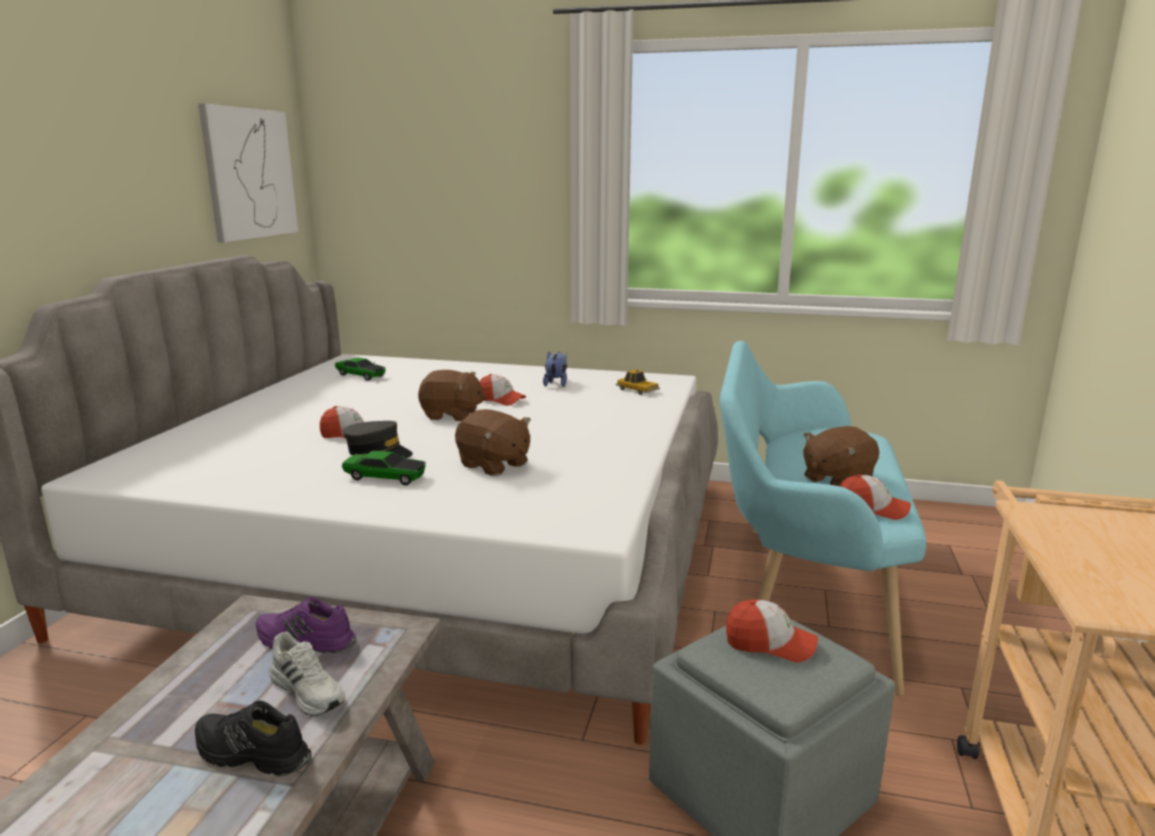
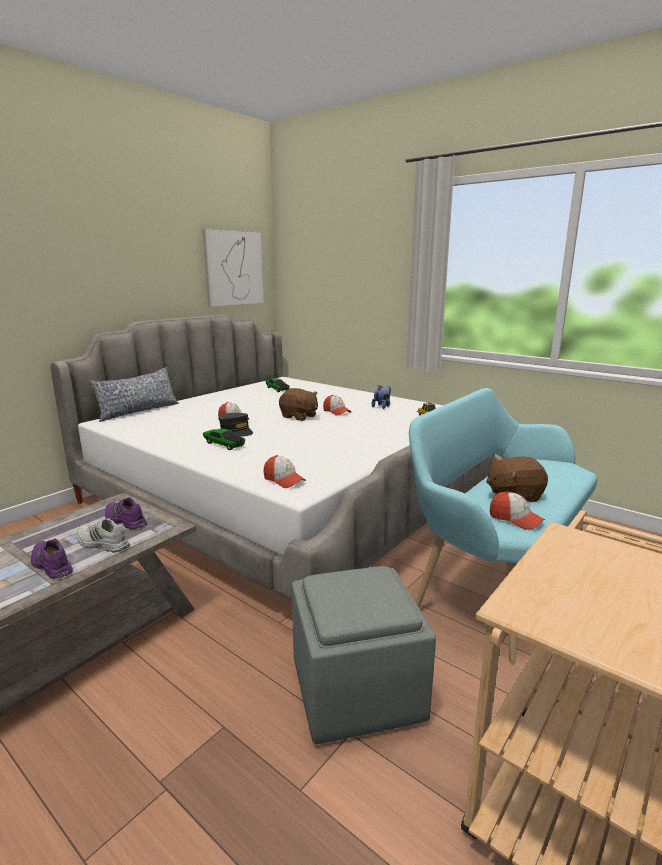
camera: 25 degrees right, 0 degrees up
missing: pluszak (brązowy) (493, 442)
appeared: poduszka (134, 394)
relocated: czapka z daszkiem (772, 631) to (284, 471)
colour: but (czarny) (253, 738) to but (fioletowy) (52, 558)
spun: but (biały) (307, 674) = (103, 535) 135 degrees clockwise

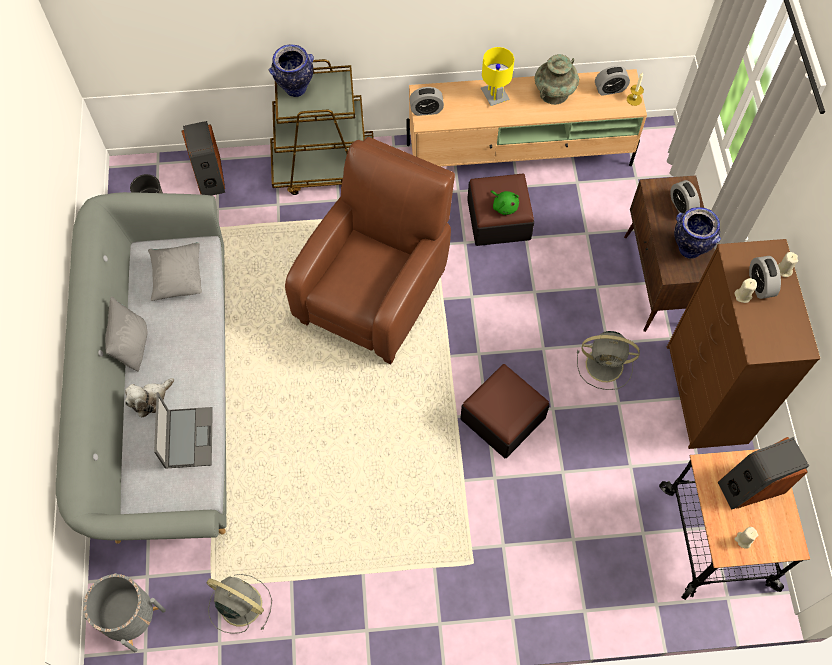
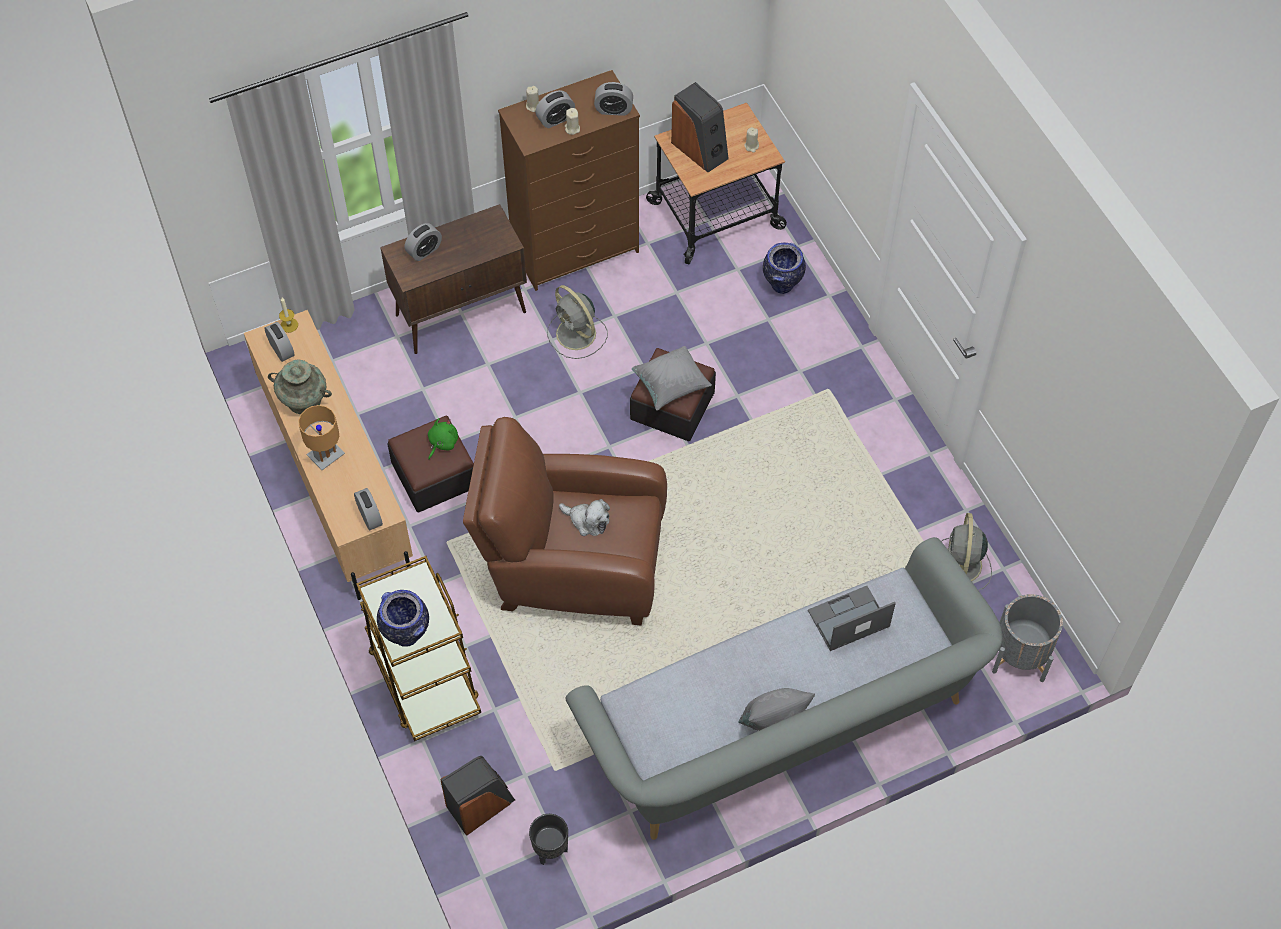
camera: 110 degrees left, 5 degrees down
appeared: budzik (613, 99)
relocated: pluszak (149, 397) to (584, 517); poduszka (szary) (175, 271) to (672, 378); wazon (697, 233) to (784, 268)
colour: lampa stołowa (żółty) (498, 76) to lampa stołowa (brązowy) (321, 437)
spun: wentylator (szary) (608, 360) = (577, 322) 150 degrees clockwise

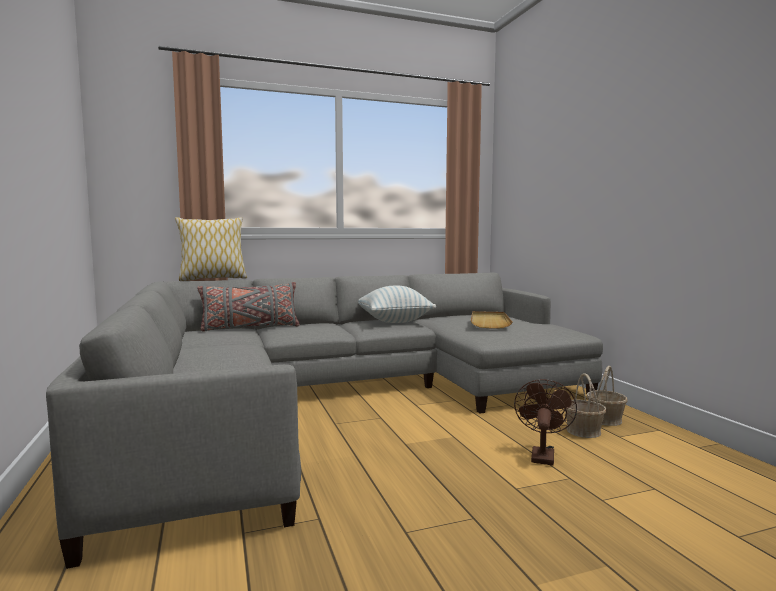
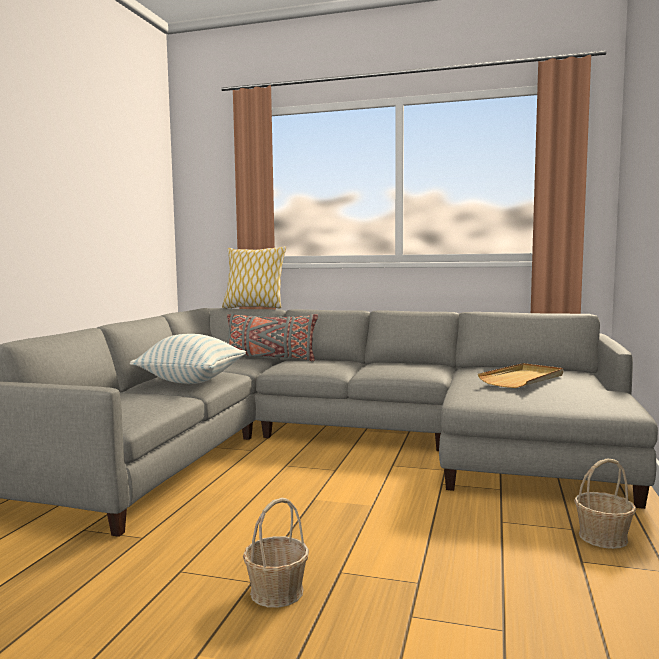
camera: 35 degrees right, 0 degrees up
missing: wentylator (brązowy) (545, 422)
relocated: poduszka (397, 304) to (188, 359); koszyk (586, 405) to (276, 553)

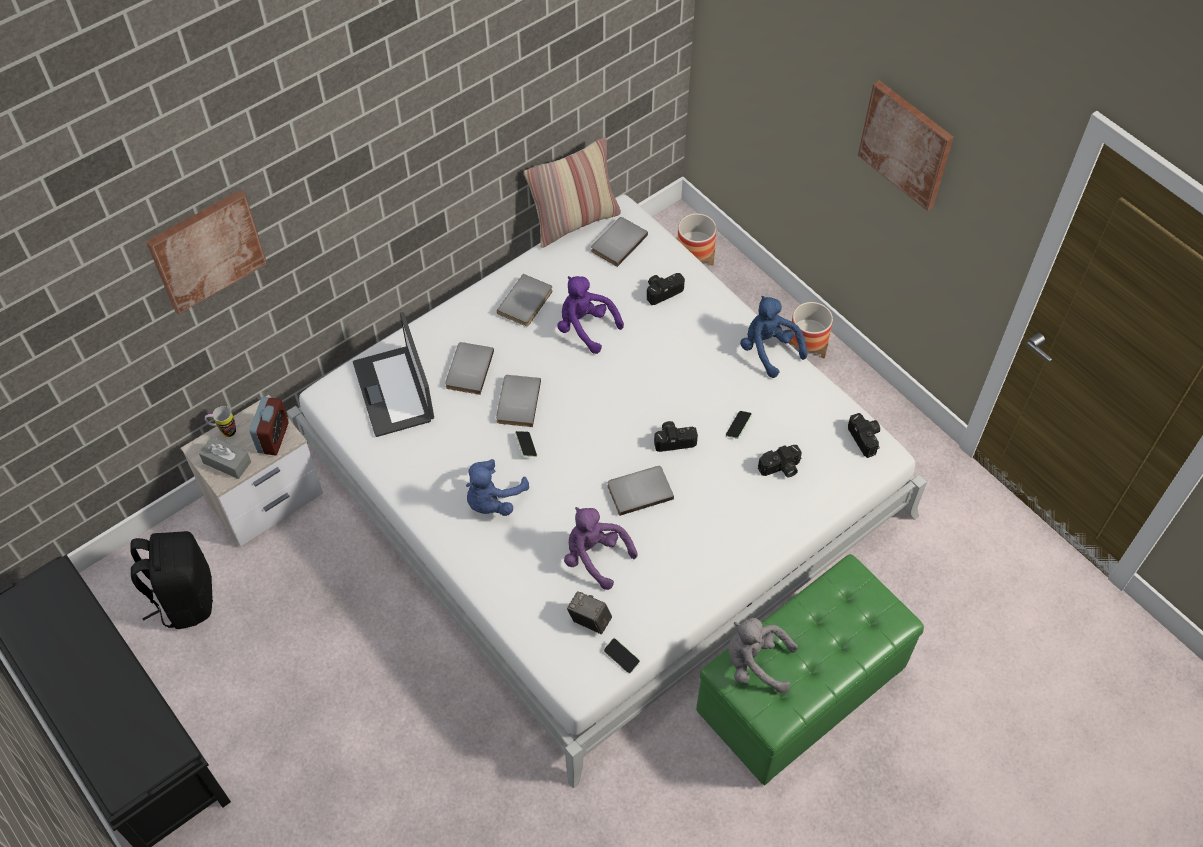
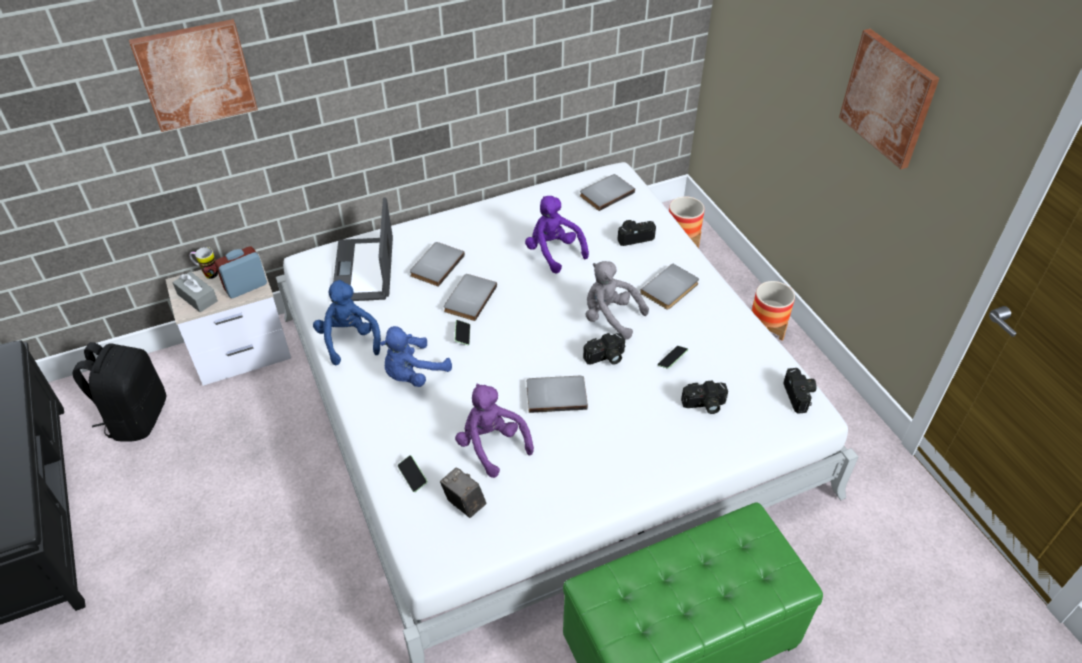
camera: 15 degrees right, 10 degrees down
missing: poduszka (572, 192)
relocated: książka (szary) (524, 300) to (669, 286); telefon (622, 656) to (412, 473); pluszak (szary) (763, 655) to (617, 300); pluszak (niebieski) (773, 337) to (347, 322)
spun: budzik (269, 426) = (241, 272) 150 degrees counterclockwise; aparat fotograficzny (676, 436) = (604, 349) 150 degrees clockwise

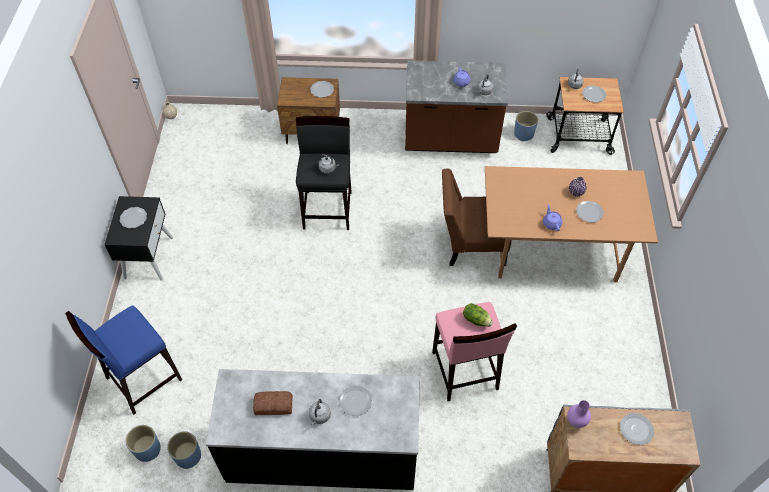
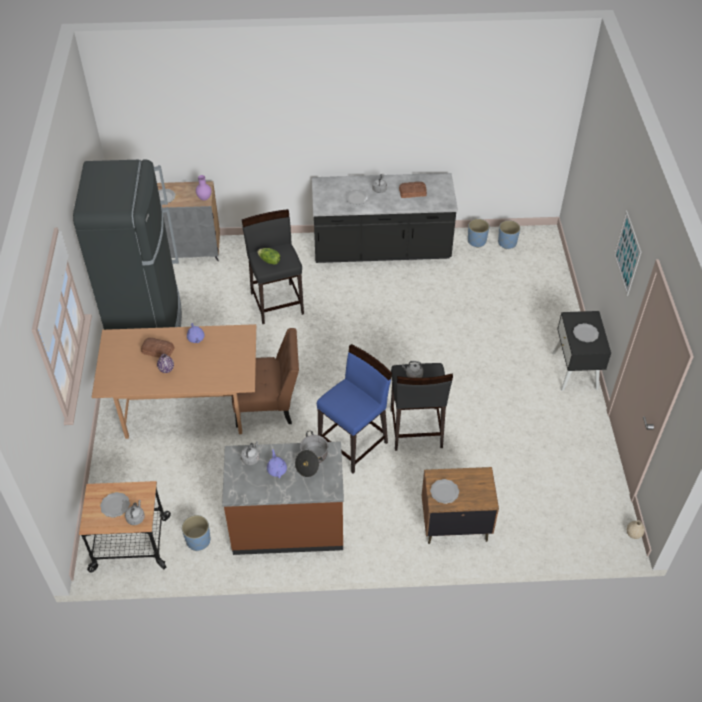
camera: 175 degrees right, 5 degrees down
appeared: lodówka (czarny) (127, 244); garnek (311, 454); obraz (627, 253)
relocated: stołek (niebieski) (123, 360) to (354, 408)
exchanged: talerz (590, 212) to chleb (158, 348)
colour: stołek (różowy) (474, 351) to stołek (czarny) (273, 266)

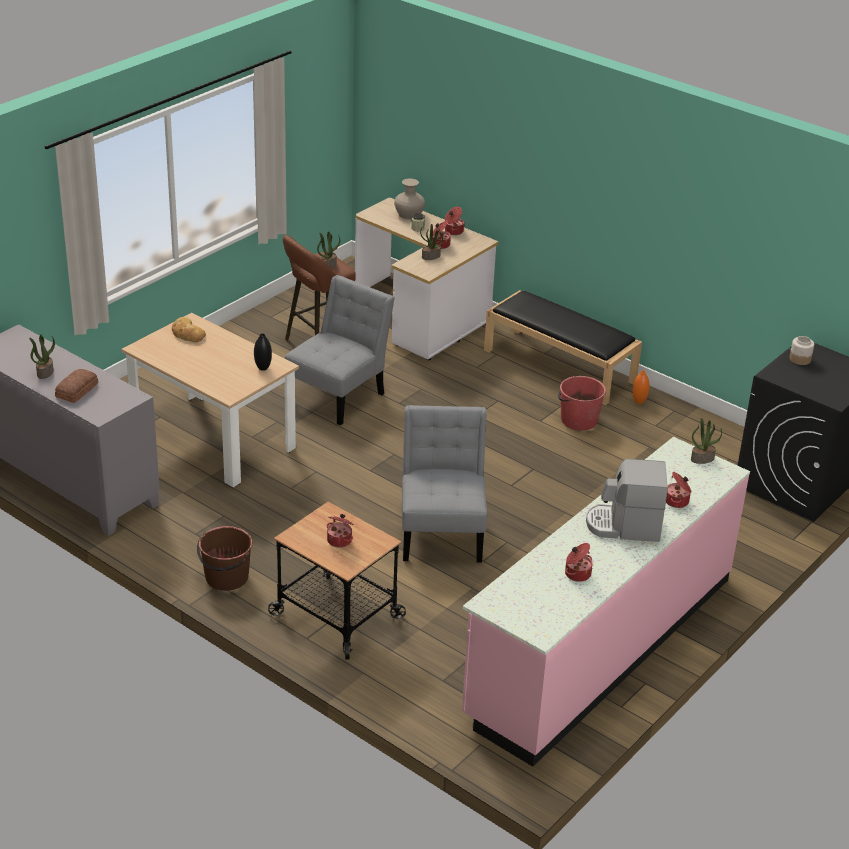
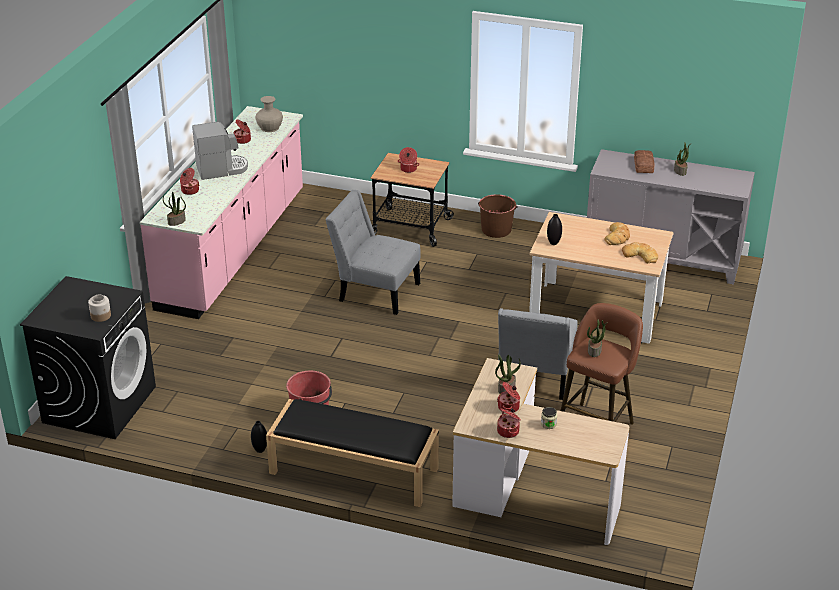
camera: 160 degrees right, 0 degrees up
appeared: chleb (617, 233)
relocated: wazon (beżowy) (409, 199) to (269, 114)
colour: wazon (pomarańczowy) (641, 387) to wazon (czarny) (259, 437)
spun: krzesło (szary) (444, 484) = (373, 252) 135 degrees clockwise

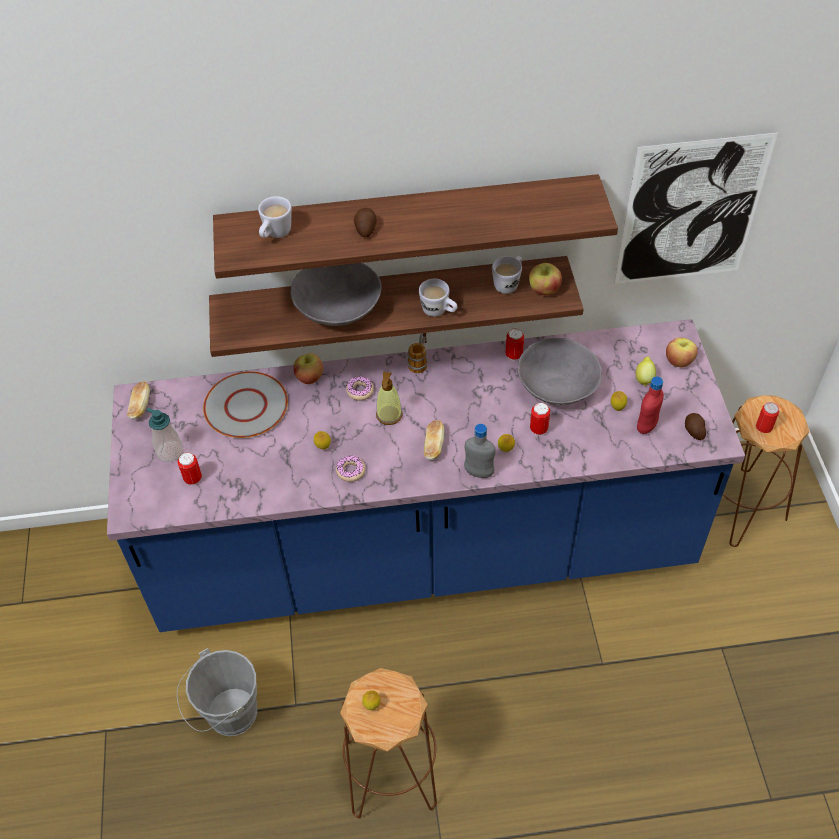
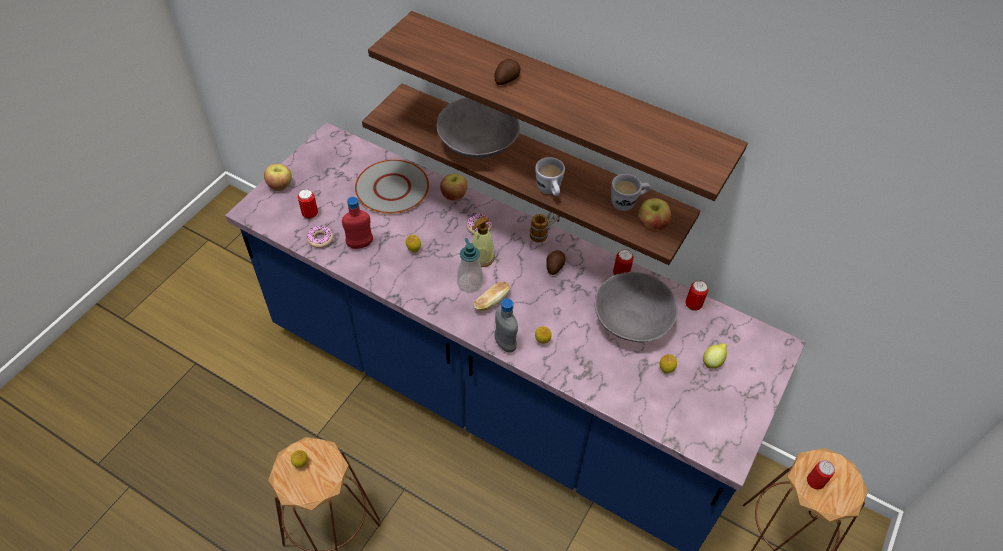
camera: 35 degrees right, 0 degrees up
missing: chleb (138, 400); wiadro (szary) (217, 692); kubek (biały) (275, 217); obraz (696, 208)
relocated: dozownik mydła (165, 435) to (470, 265); donut (351, 468) to (320, 237); puszka (540, 419) to (697, 295); butelka (czerwony) (650, 405) to (357, 223); jabłko (682, 352) to (278, 177); ziemniak (695, 426) to (555, 263)

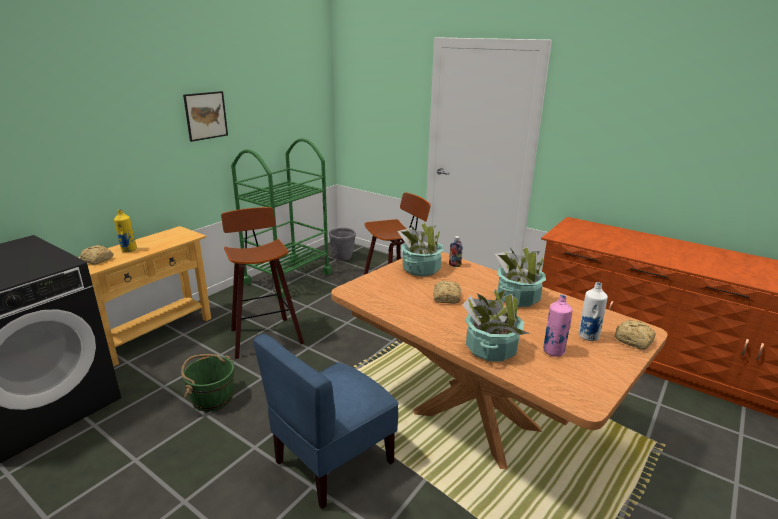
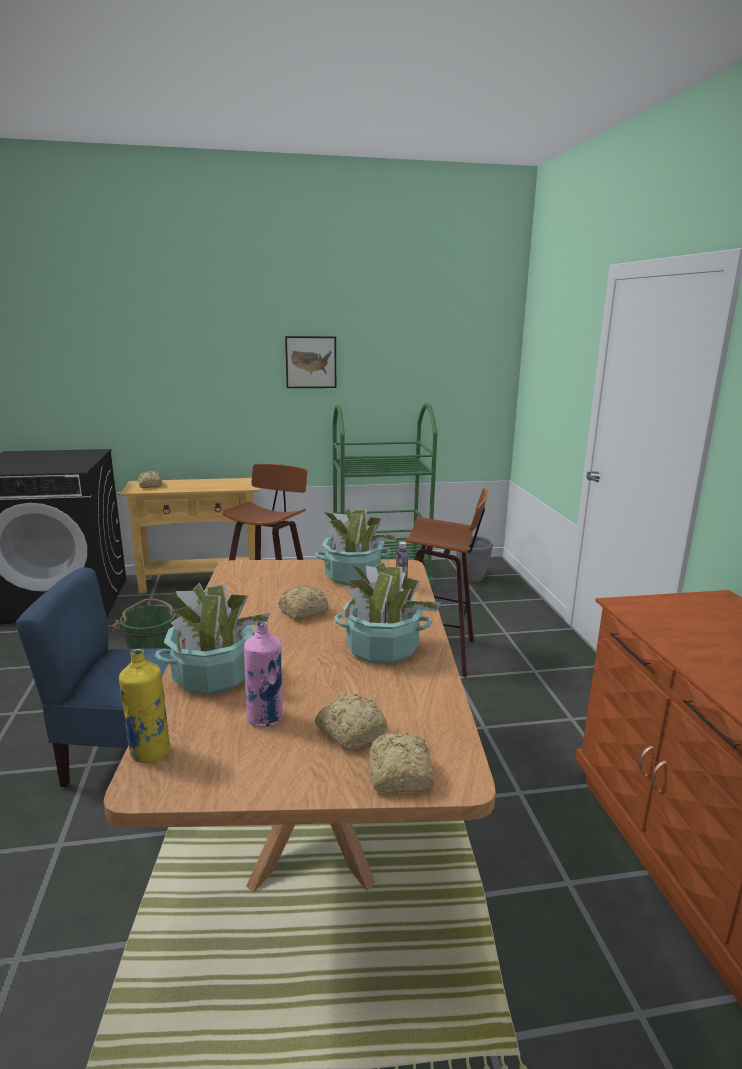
camera: 45 degrees right, 5 degrees down
relocated: butelka (żółty) (125, 230) to (145, 706)
exchanged: butelka (biały) (593, 311) to chleb (351, 722)

